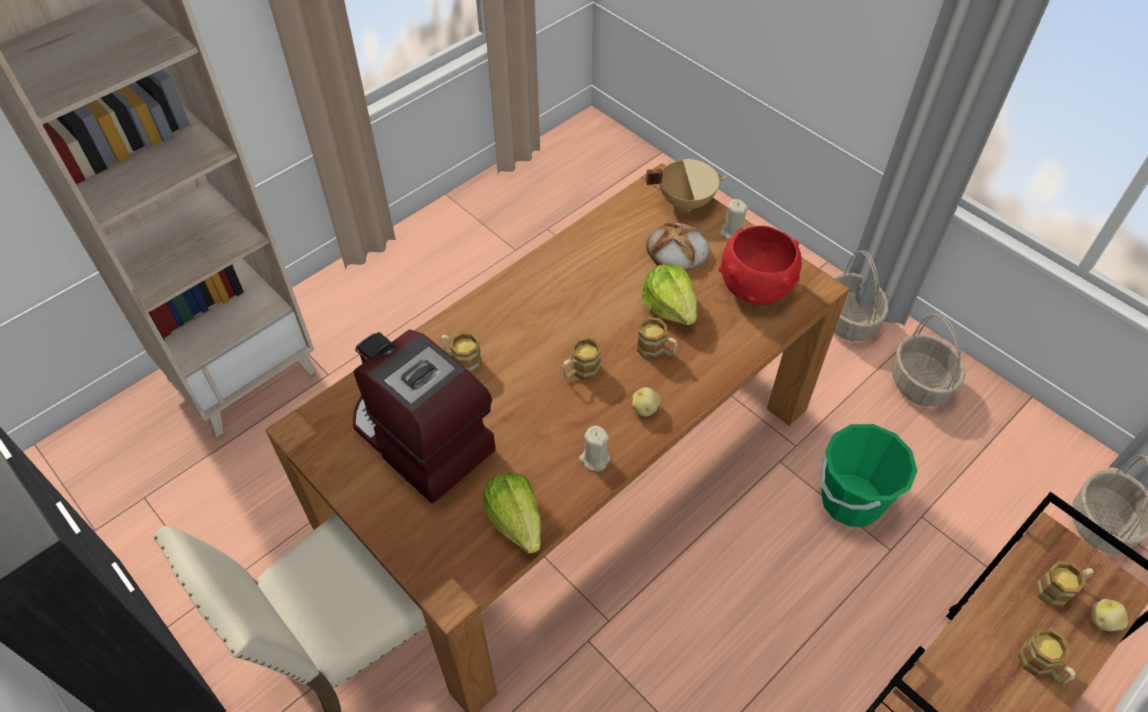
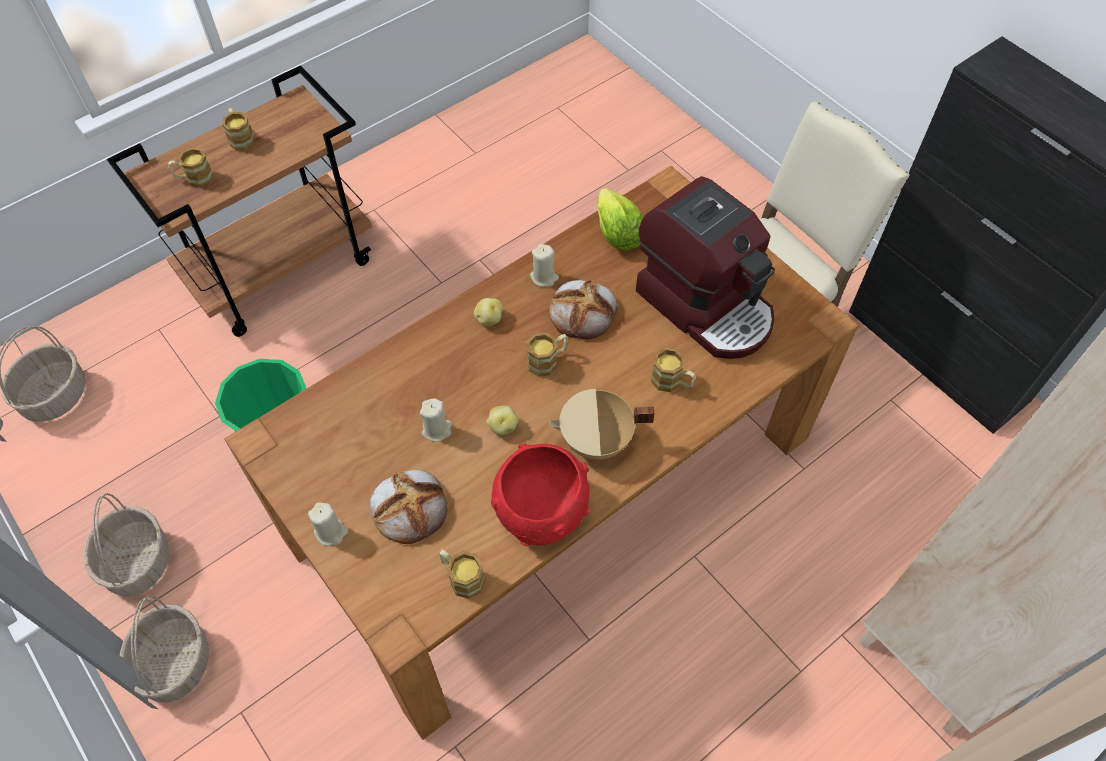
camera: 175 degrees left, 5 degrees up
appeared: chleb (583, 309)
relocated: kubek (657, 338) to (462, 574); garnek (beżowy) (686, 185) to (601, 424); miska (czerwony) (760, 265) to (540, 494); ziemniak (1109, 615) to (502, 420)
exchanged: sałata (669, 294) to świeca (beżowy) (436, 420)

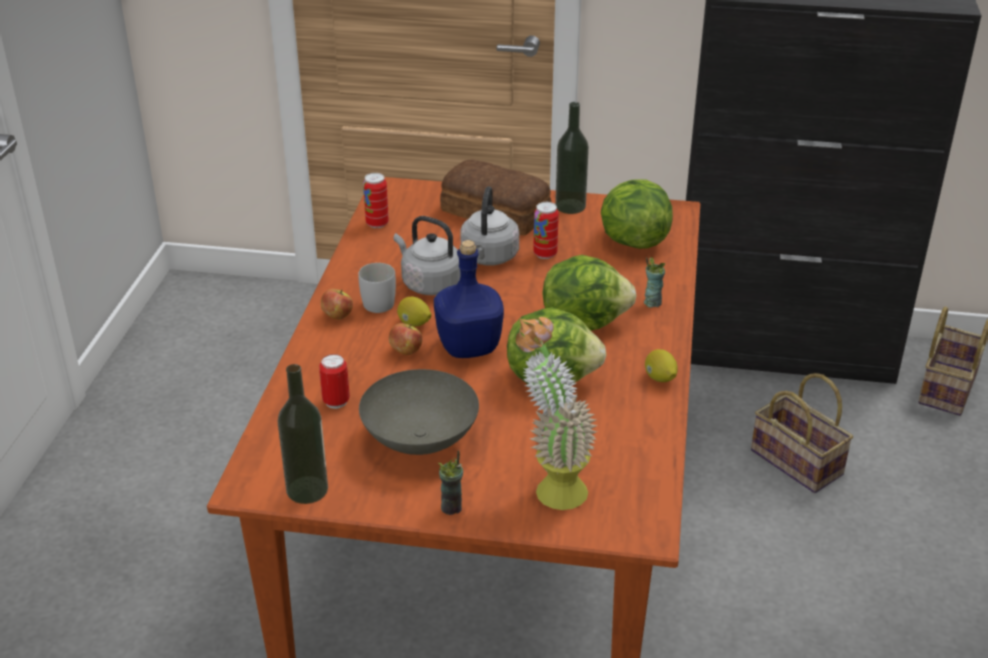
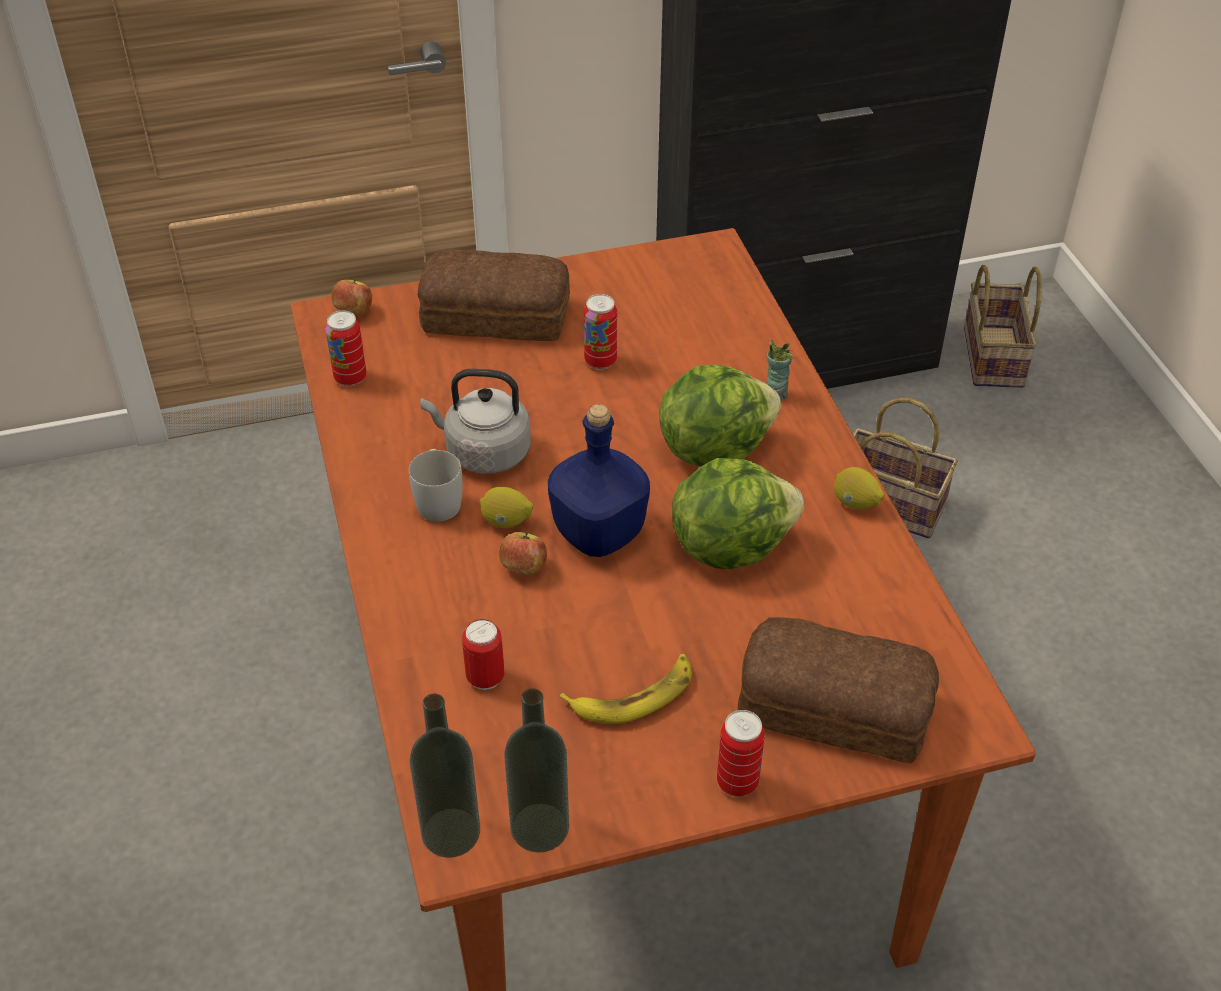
camera: 25 degrees left, 10 degrees up
missing: czajnik (szary) (489, 226); sałata (637, 214)
relocated: jabłko (337, 304) to (351, 296); butelka (572, 158) to (445, 776)
exchanged: miska (szary) (419, 412) to banan (626, 689); filiżanka (450, 482) to puszka (741, 753); roślina doniczkowa (557, 413) to chleb (838, 690)

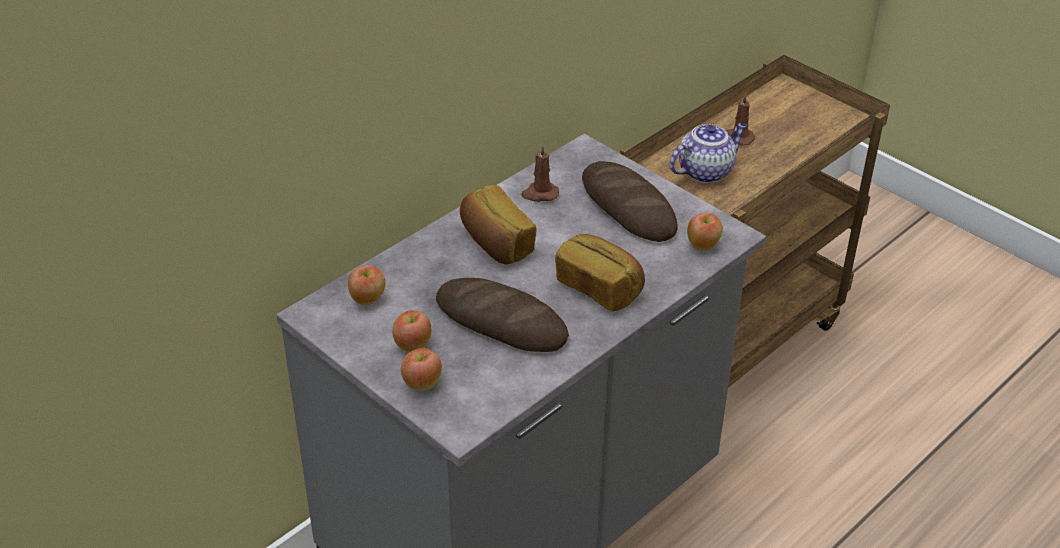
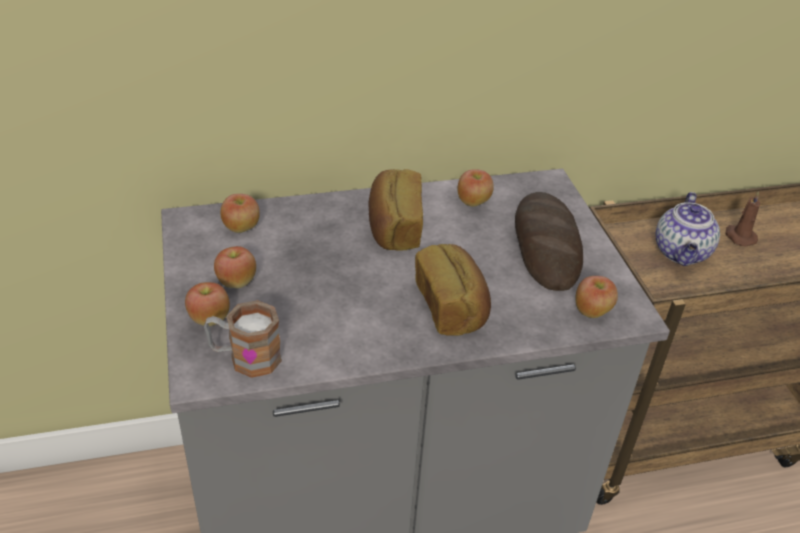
camera: 30 degrees right, 0 degrees up
missing: chleb (502, 315)
appeared: kubek (243, 339)
exchanged: świeca (brązowy) (540, 173) to jabłko (476, 188)
spun: imbryk (708, 153) = (688, 229) 105 degrees clockwise

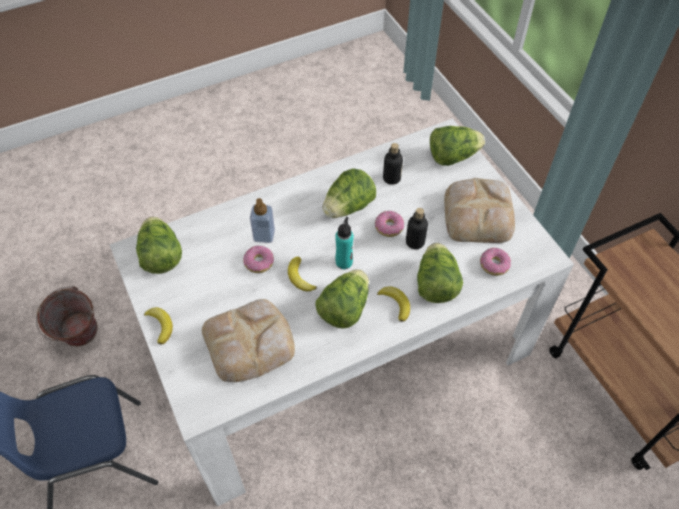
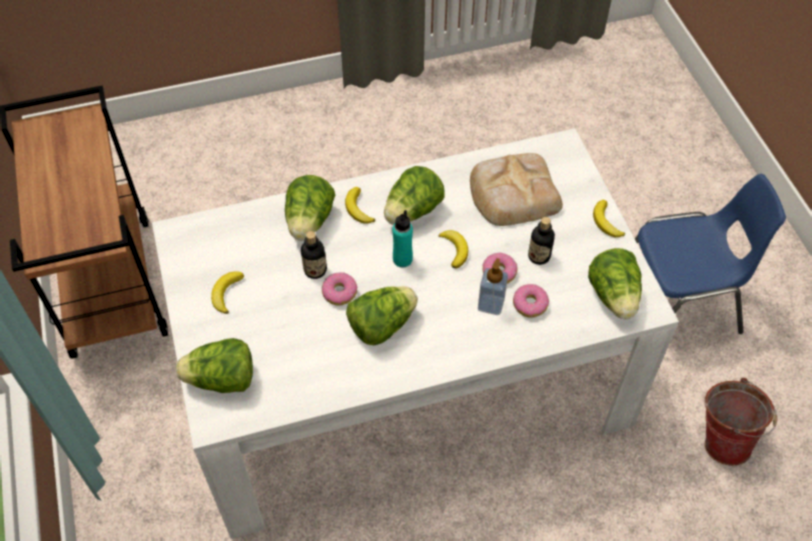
camera: 170 degrees left, 0 degrees up
relocated: butelka (393, 164) to (541, 241); donut (495, 262) to (531, 301)
exchanged: chleb (479, 210) to banan (227, 293)

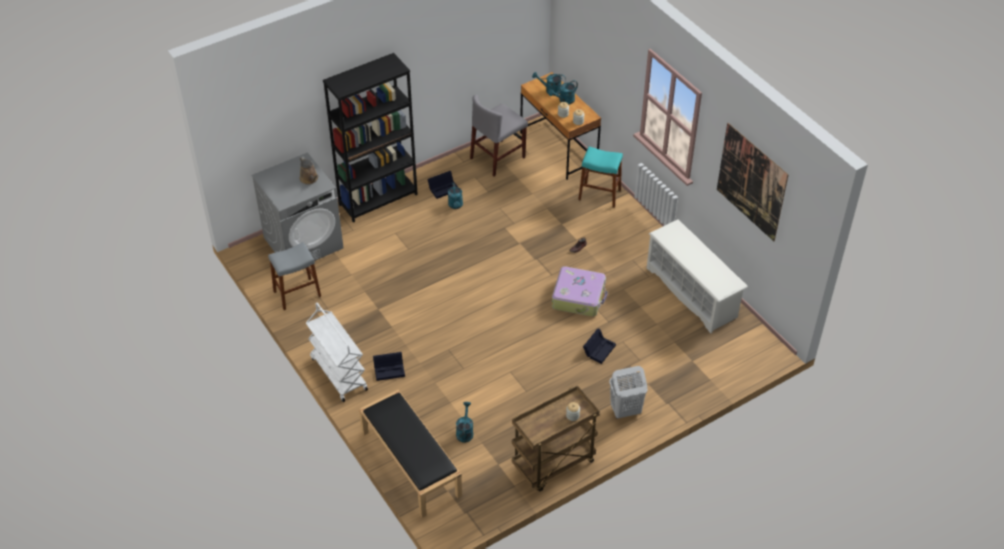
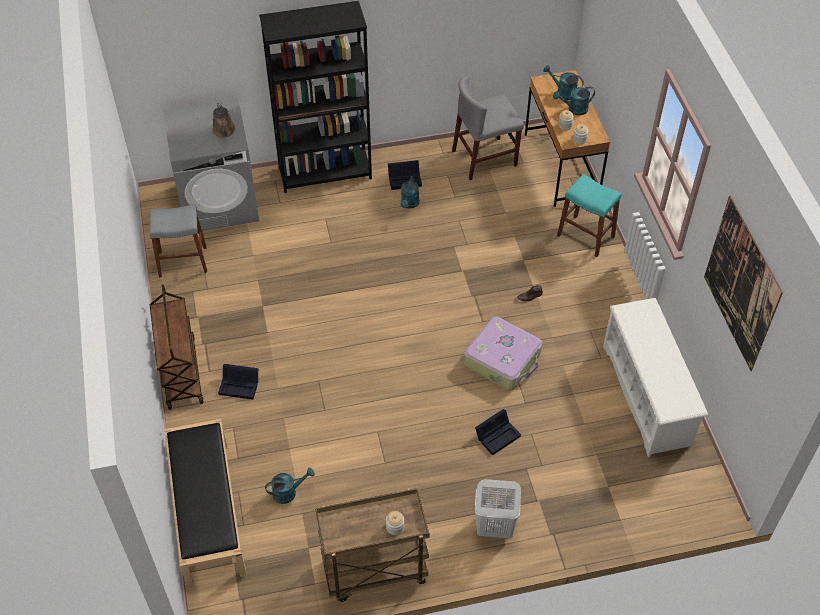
camera: 20 degrees right, 5 degrees up
colour: wózek (biały) (337, 352) to wózek (brązowy) (177, 347)
spun: konewka (turkusowy) (464, 422) = (290, 486) 45 degrees clockwise

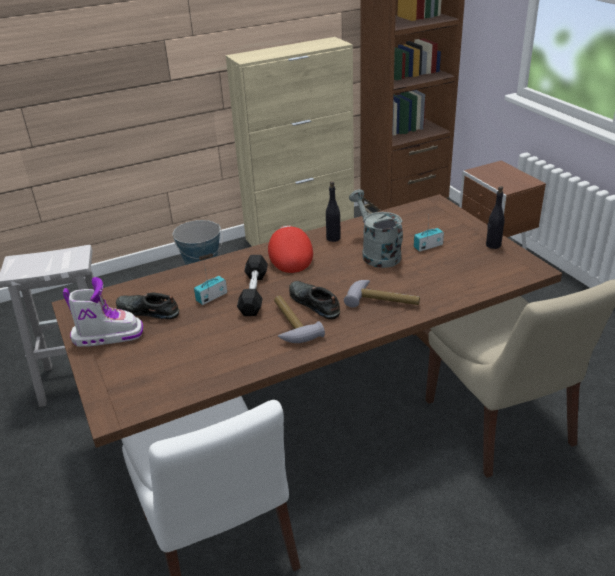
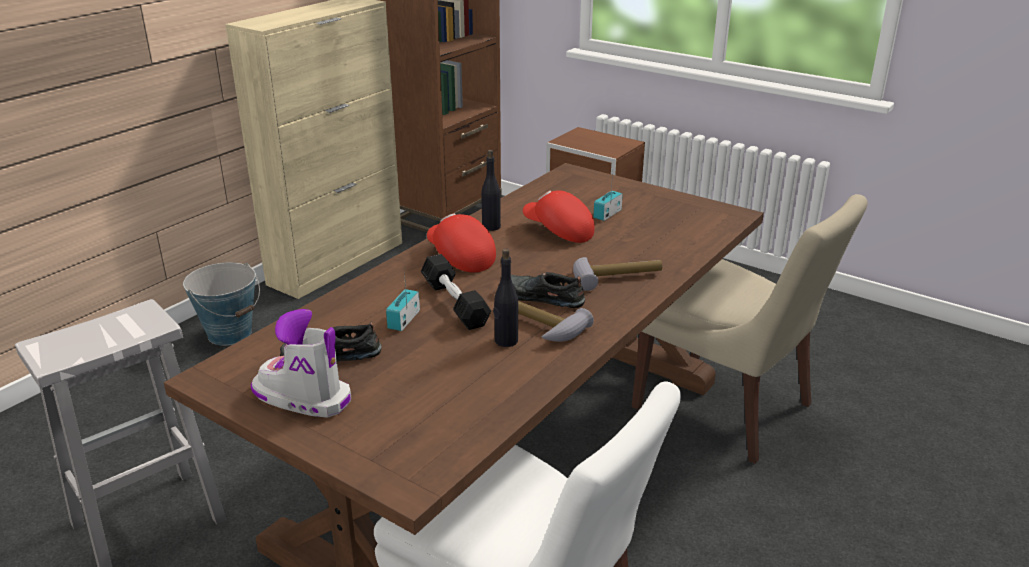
camera: 30 degrees left, 5 degrees down
relocated: butelka (czarny) (495, 217) to (505, 298)
exchanged: konewka (szary) (376, 228) to czapka z daszkiem (czerwony) (559, 216)
spun: but z cholewką (103, 312) = (301, 363) 120 degrees counterclockwise

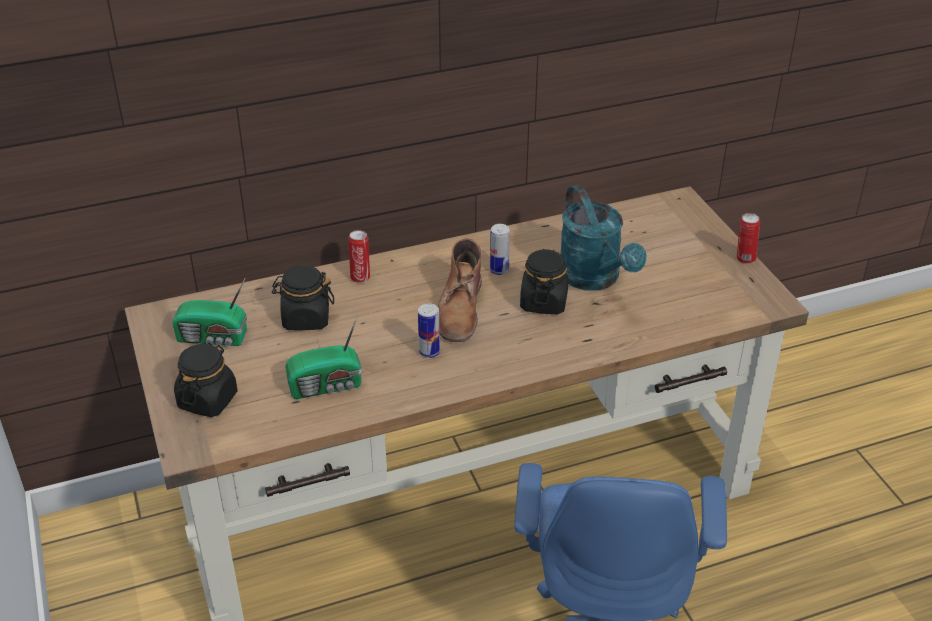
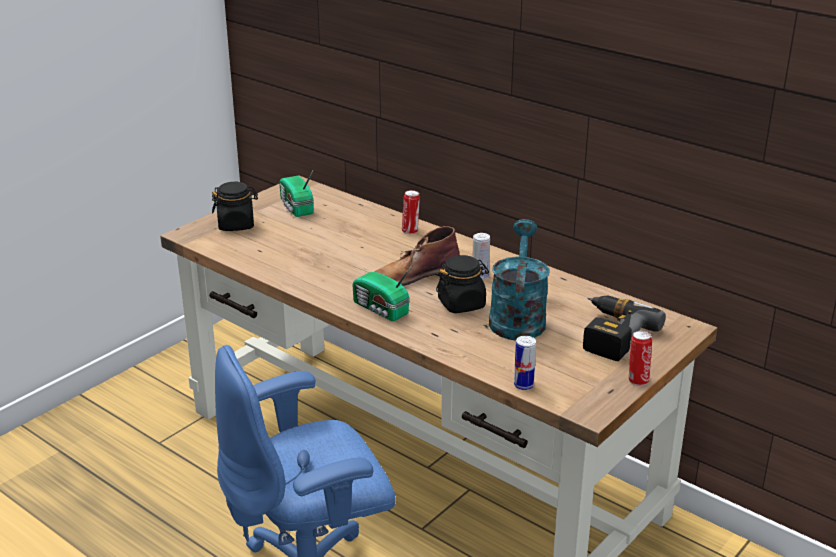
camera: 60 degrees right, 10 degrees down
missing: słoik (czarny) (303, 297)
appeared: wiertarka (624, 328)
relocated: radio (323, 357) to (382, 292); puszka (429, 330) to (525, 363)
spun: konewka (turkusowy) (603, 238) = (519, 279) 150 degrees clockwise

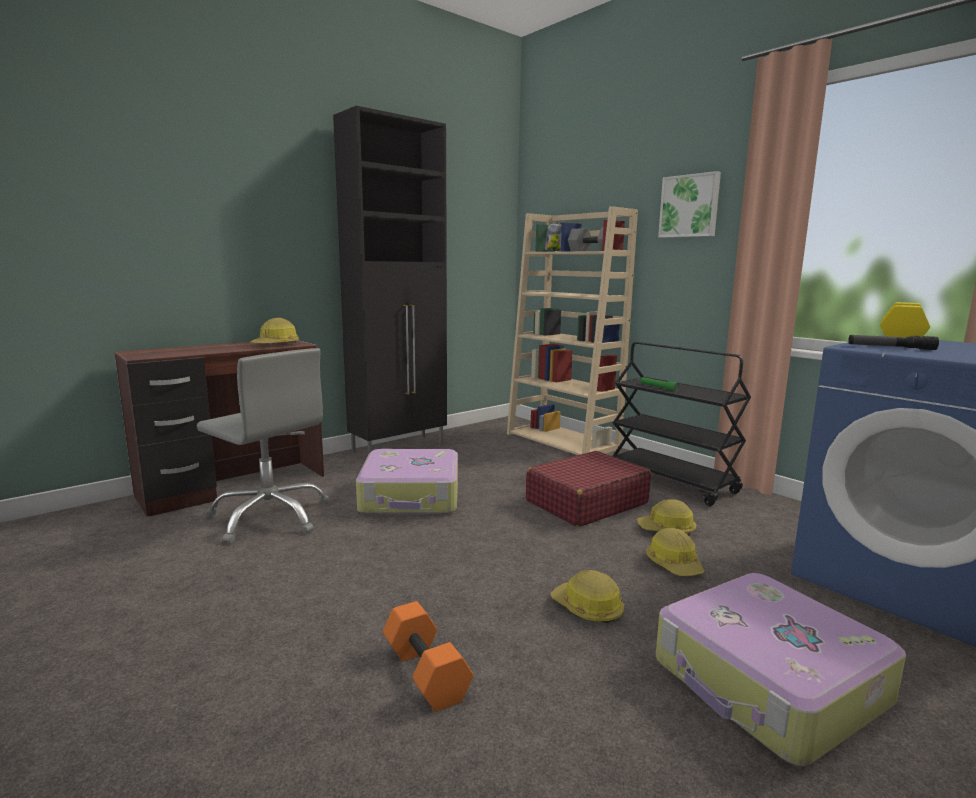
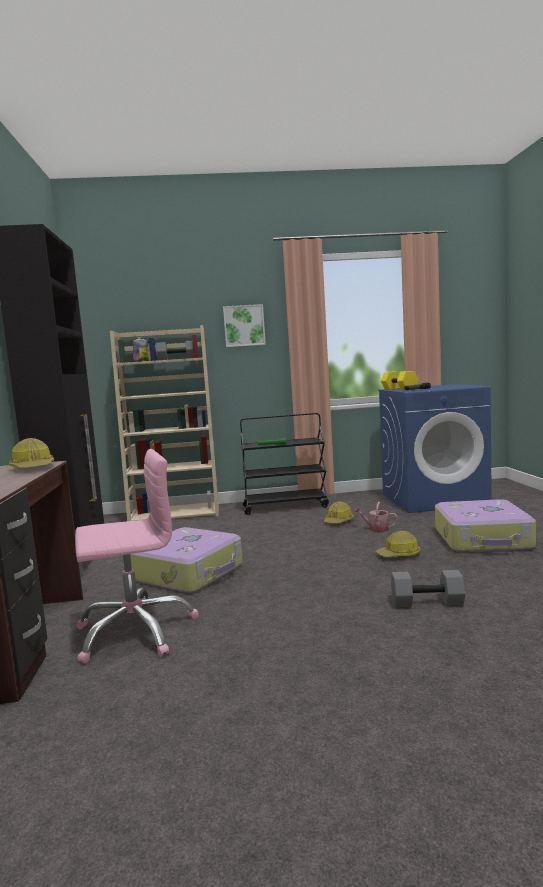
camera: 55 degrees left, 5 degrees down
missing: walizka (czerwony) (588, 489)
exchanged: kask (675, 552) to konewka (376, 517)
colour: krzesło biurowe (szary) (264, 446) to krzesło biurowe (różowy) (137, 556); hantel (pomarańczowy) (428, 656) to hantel (szary) (428, 588)

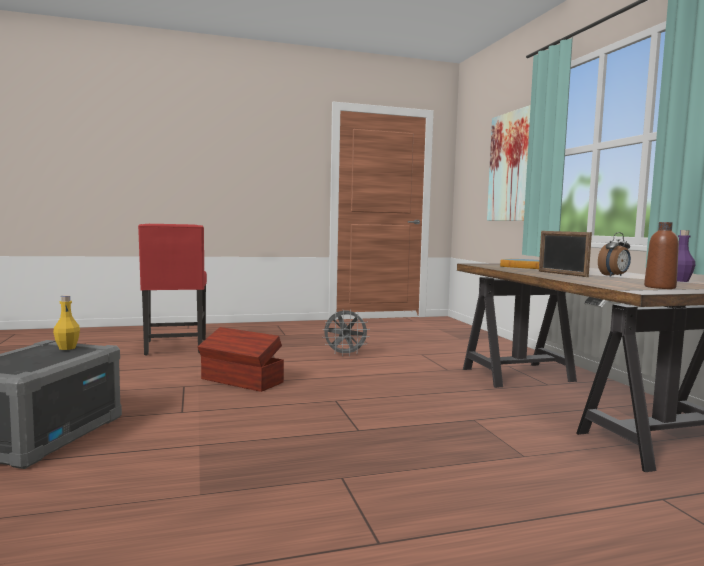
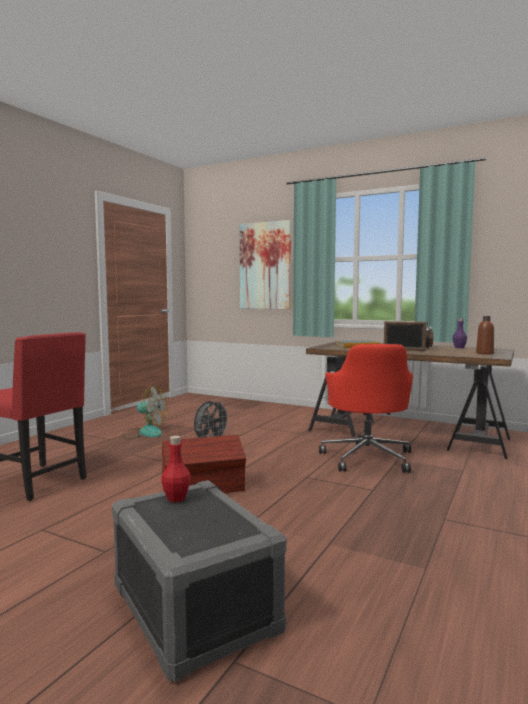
camera: 45 degrees left, 0 degrees up
appeared: wentylator (145, 412); krzesło biurowe (czerwony) (366, 408)
colour: butelka (żółty) (66, 322) to butelka (czerwony) (176, 469)

